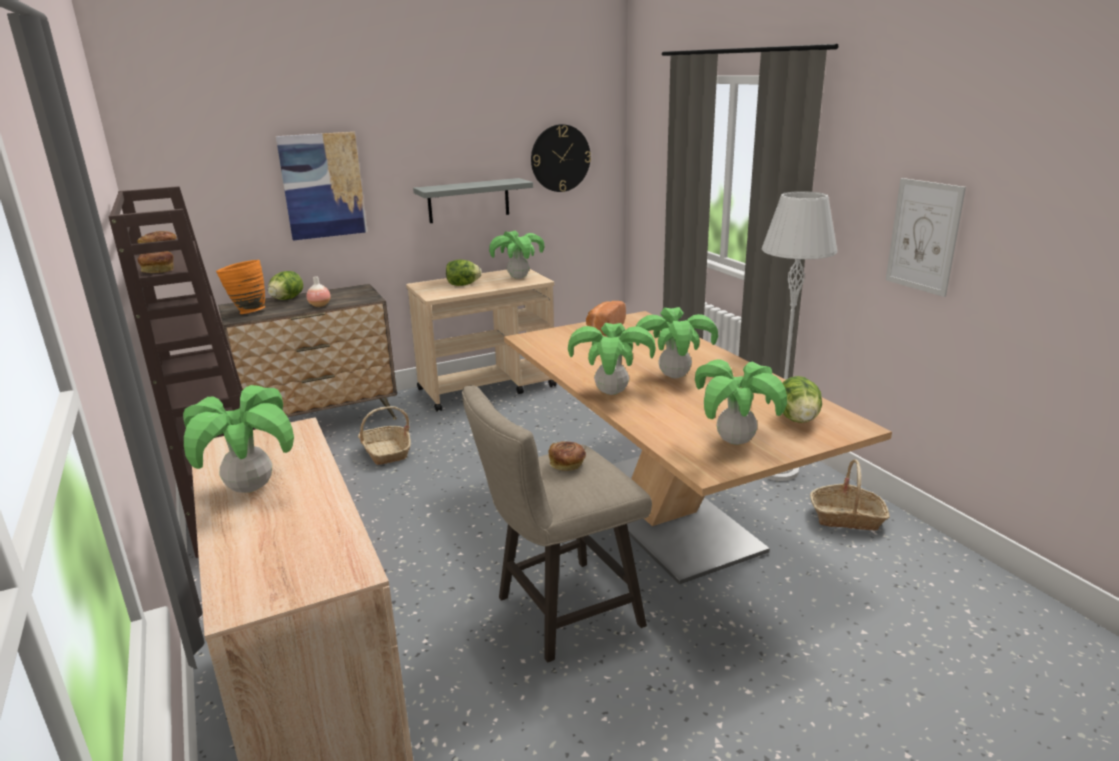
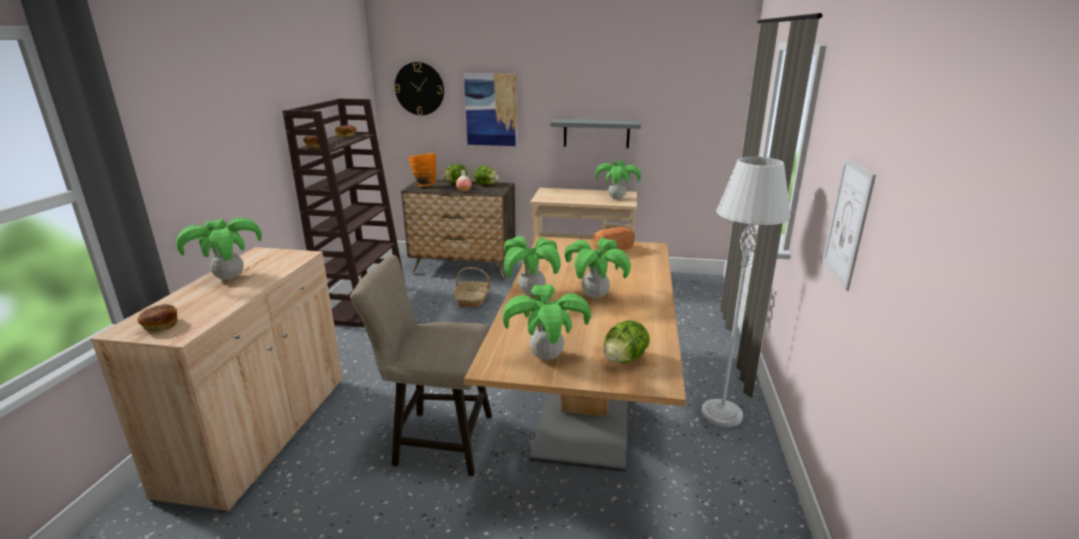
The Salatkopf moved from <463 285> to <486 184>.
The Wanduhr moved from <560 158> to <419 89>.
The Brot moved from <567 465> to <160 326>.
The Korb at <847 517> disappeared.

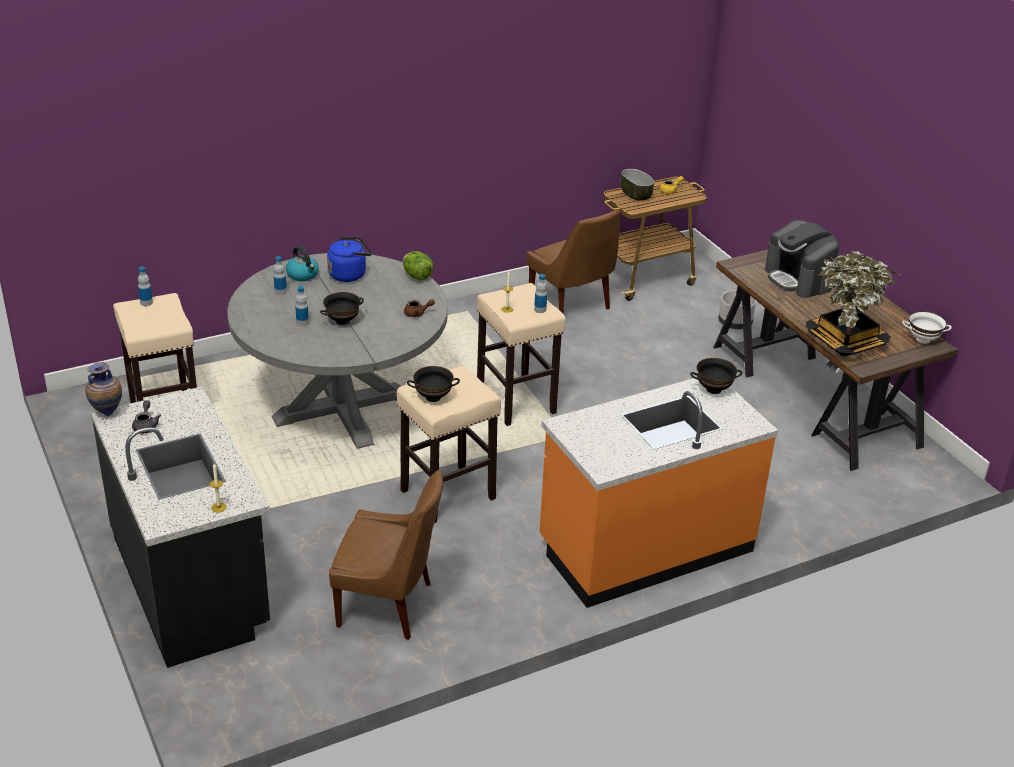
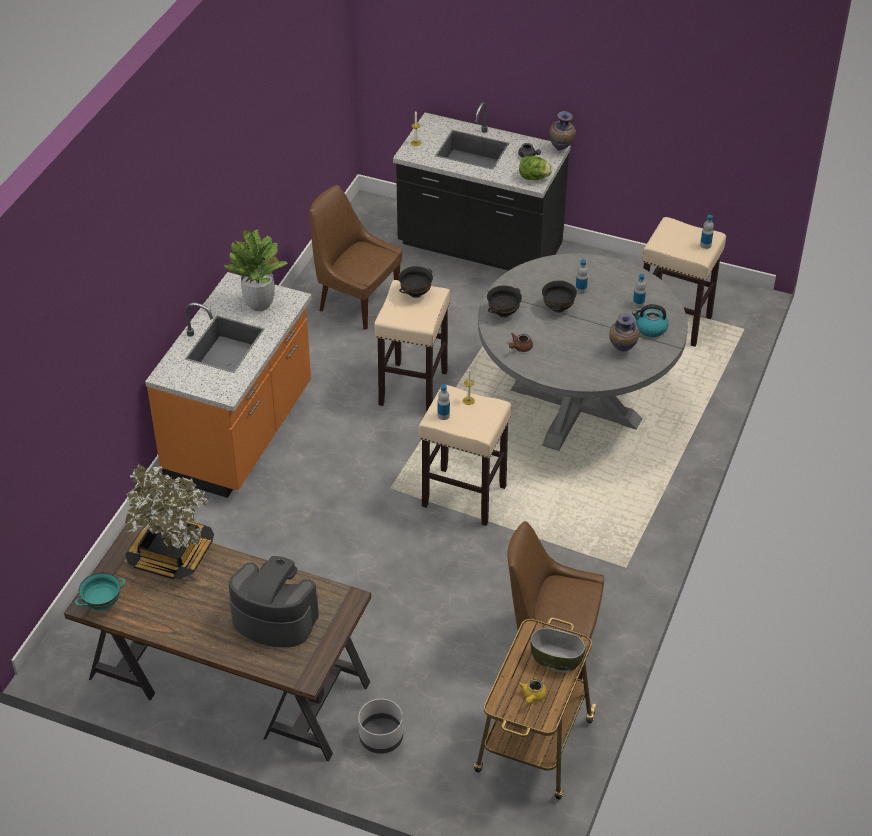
The Wasserkessel (blau) at <349 274> was replaced by the Vase at <622 351>.
The Stuhl (braun) at <388 605> turned 60 degrees clockwise.
The Salatkopf moved from <417 276> to <533 178>.
The Schüssel (schwarz) moved from <713 390> to <503 313>.
The Schüssel (weiß) at <923 340> became the Schüssel (türkis) at <103 604>.
The Topfpflanze at <260 304> appeared.

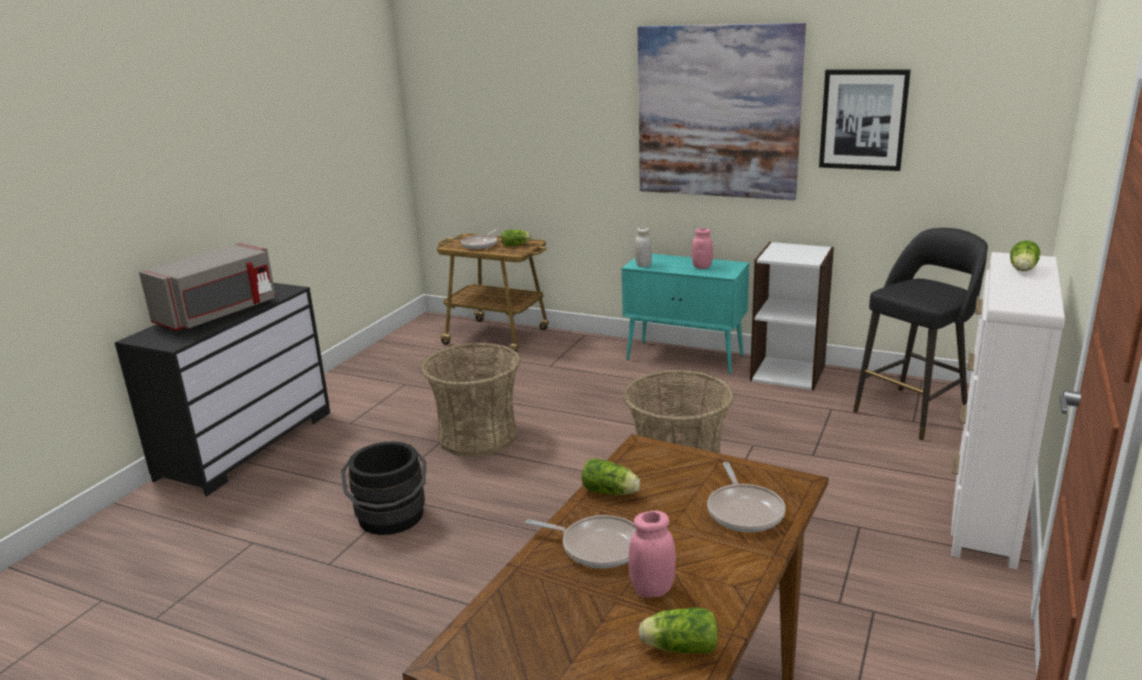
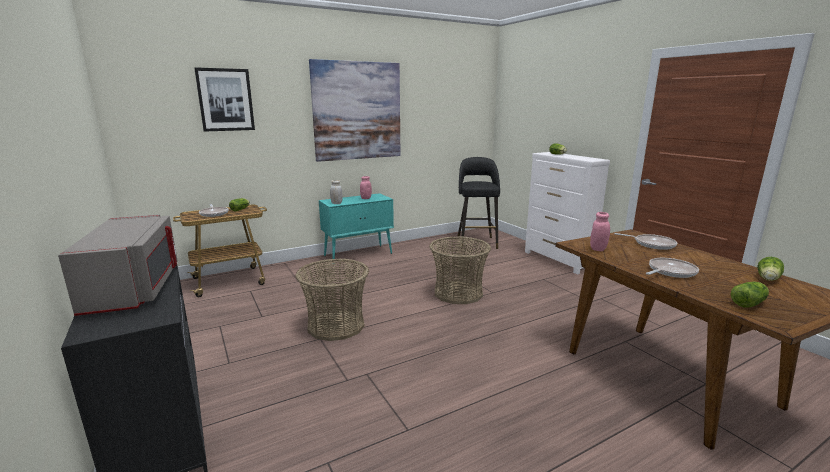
The Eimer (schwarz) at <391 520> disappeared.
The Salatkopf moved from <611 492> to <749 303>.
The Vorratsglas (rosa) moved from <652 589> to <598 249>.
The Bücherregal (weiß) at <788 372> disappeared.
The Bild moved from <863 119> to <225 100>.

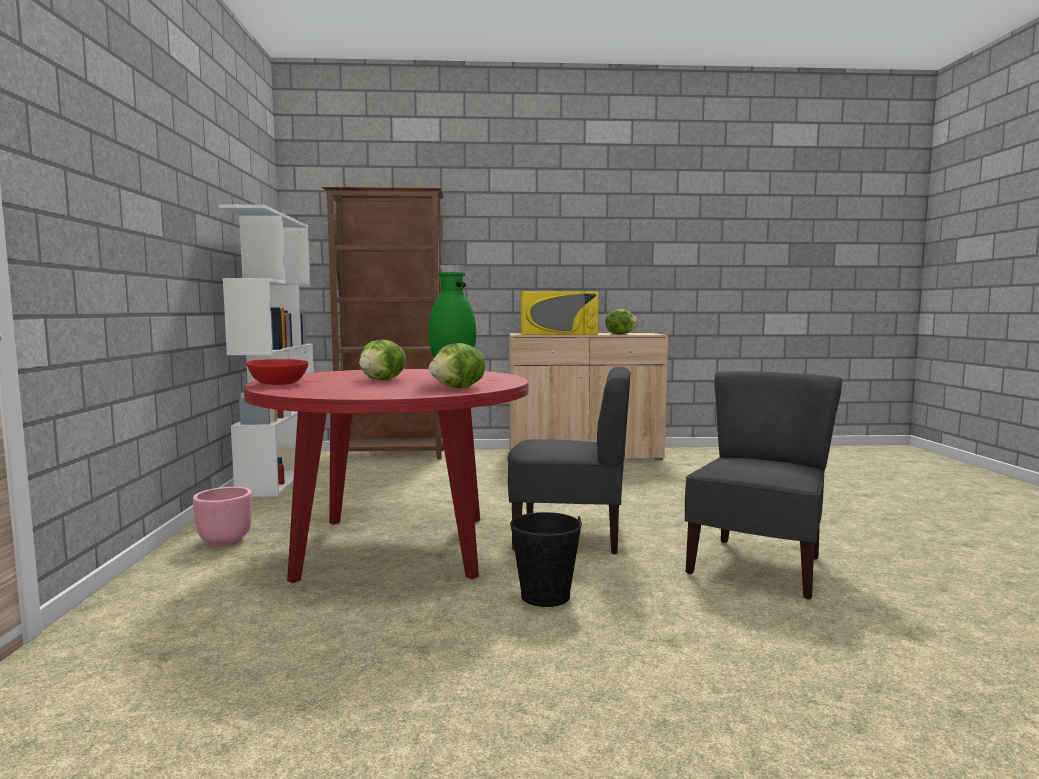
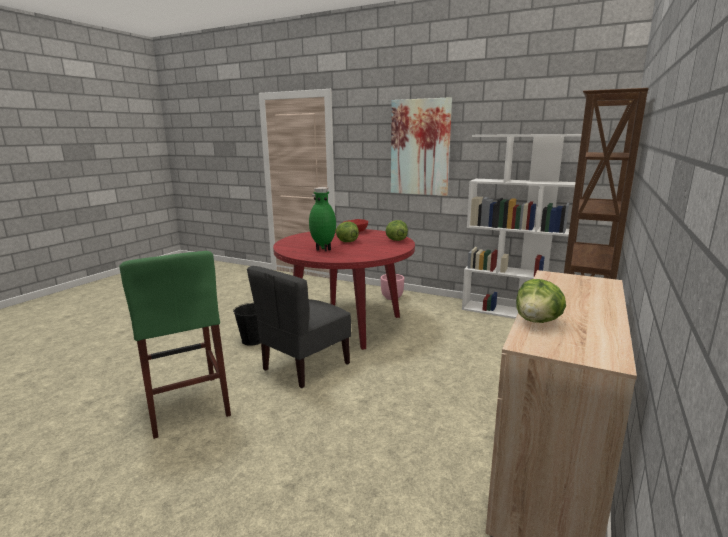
The Salatkopf moved from <459 388> to <396 240>.
The Mikrowelle (gelb) at <558 333> disappeared.
The Stuhl (grau) at <757 566> was replaced by the Hocker (grün) at <187 405>.
The Bild at <420 147> appeared.

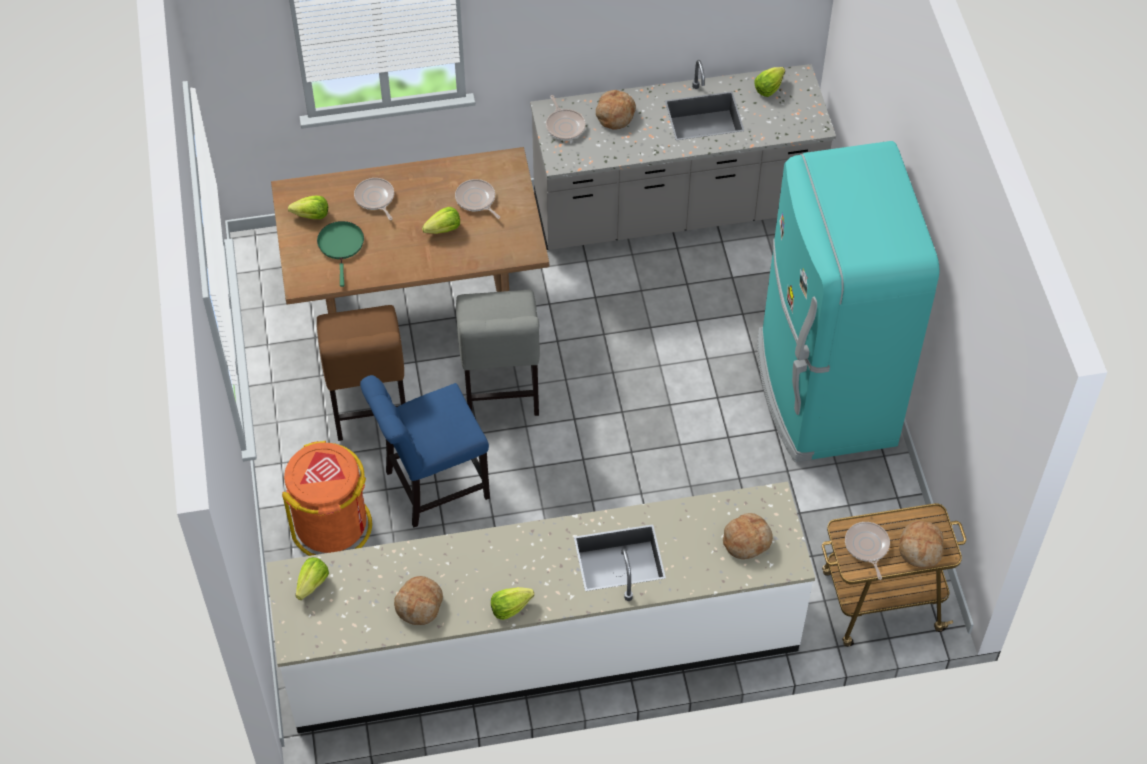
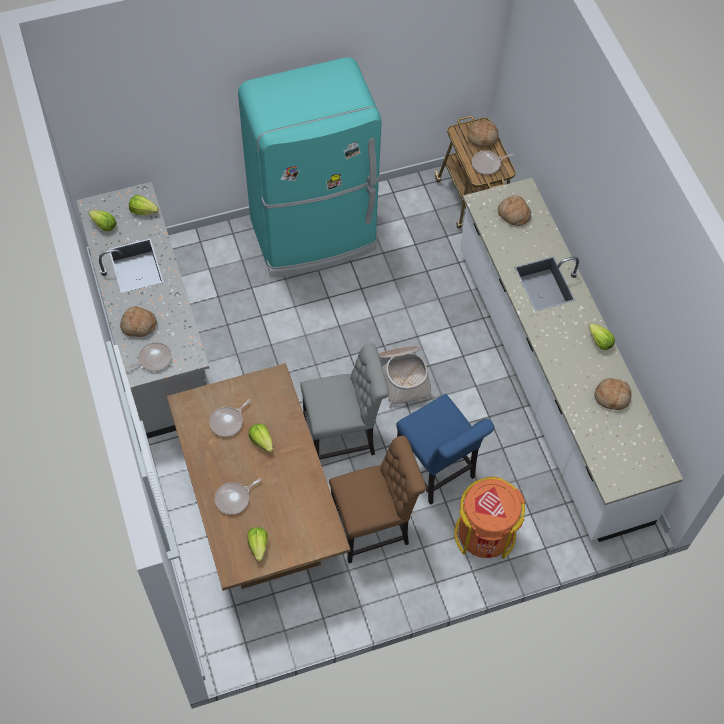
The Salatkopf moved from <312 584> to <143 211>.
The Pfanne (grün) at <341 246> disappeared.
The Korb at <403 377> appeared.

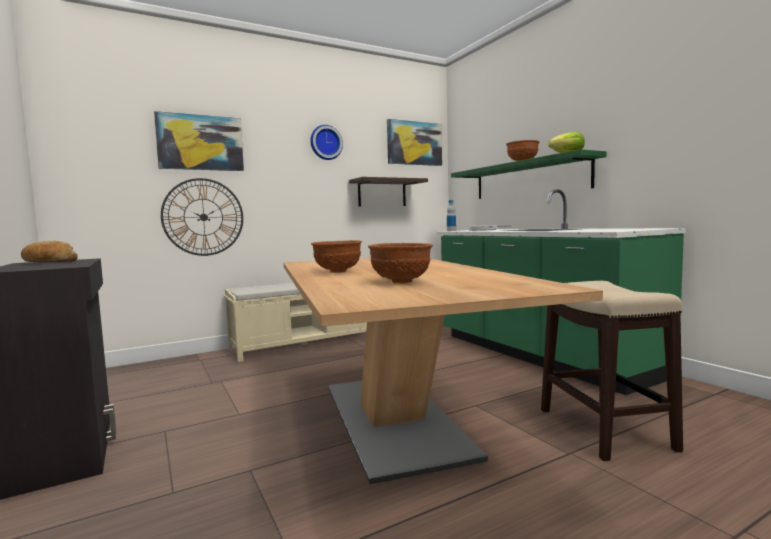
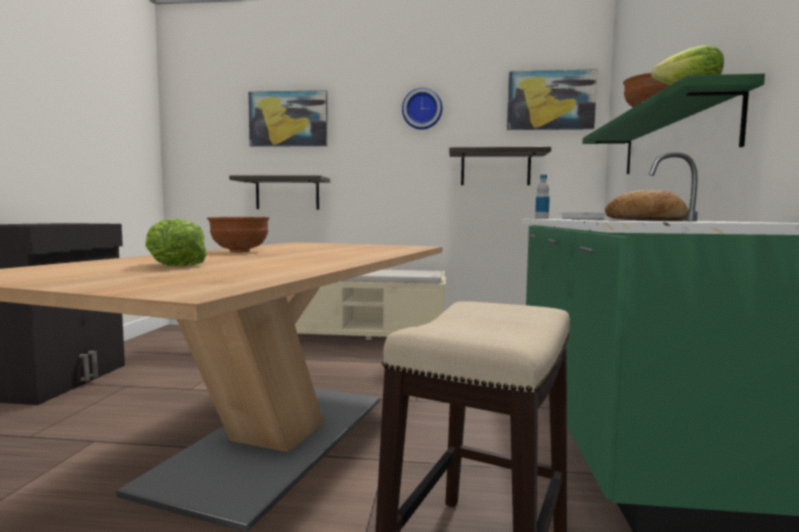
The Brot moved from <48 262> to <644 220>.
The Wanduhr at <203 217> was replaced by the Wandregal at <287 194>.
The Schüssel (braun) at <401 282> was replaced by the Salatkopf at <174 265>.

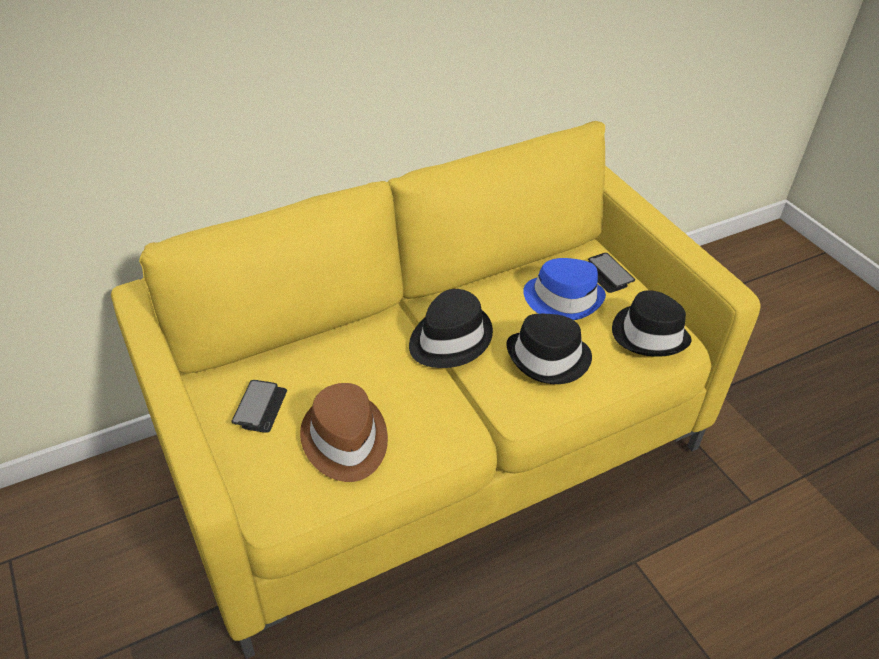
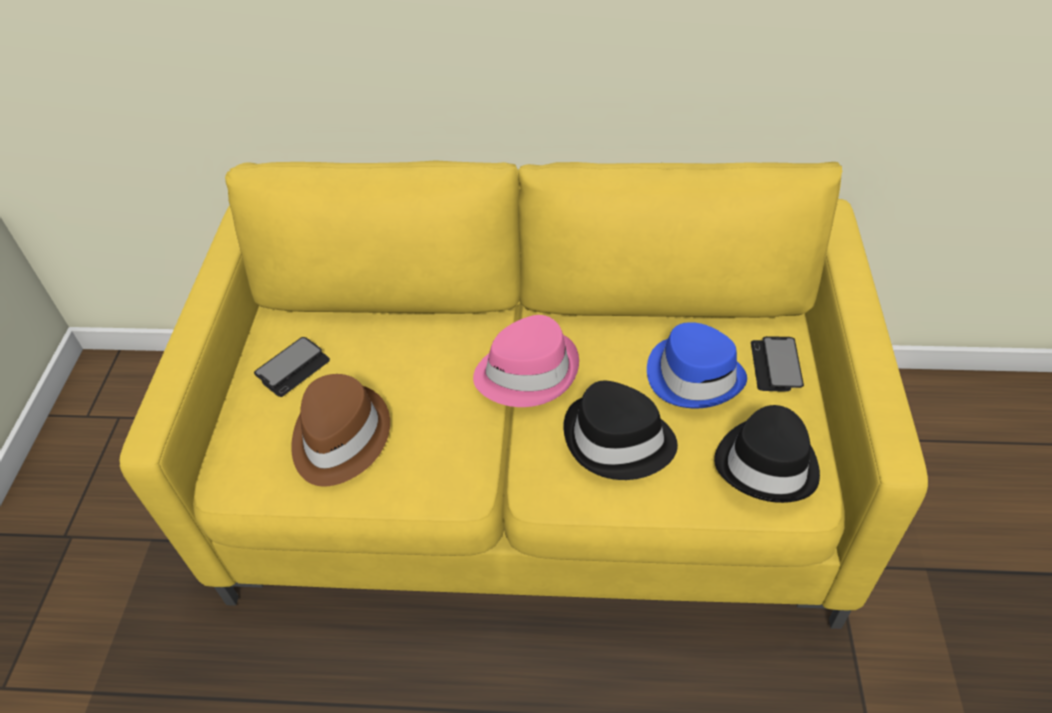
The Hut (schwarz) at <448 339> became the Hut (rosa) at <527 371>.

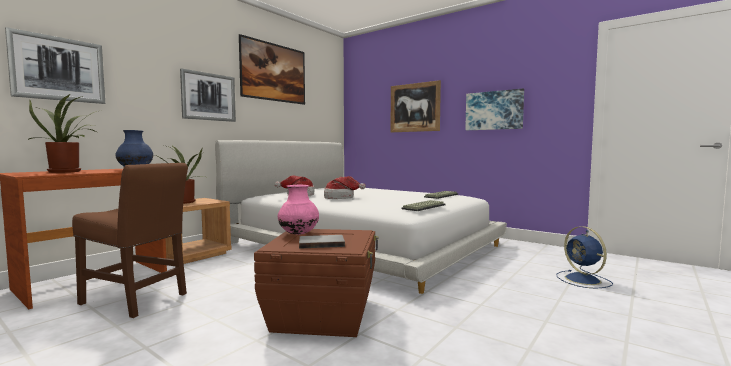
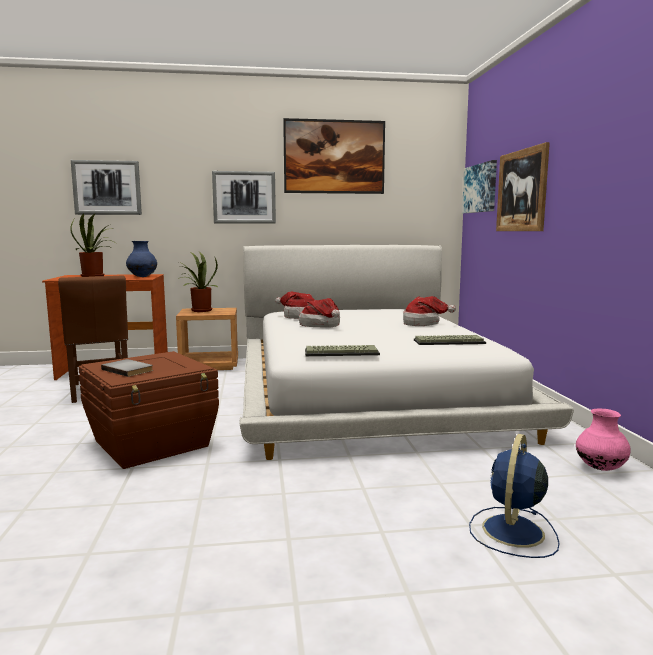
The Vase (rosa) moved from <299 234> to <600 468>.
The Bild moved from <494 110> to <480 188>.
The Hut at <423 323> appeared.

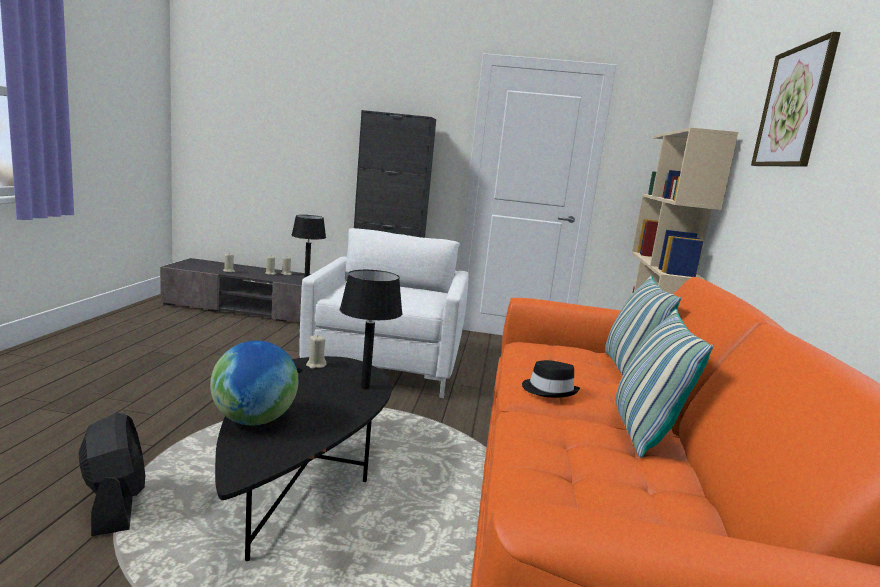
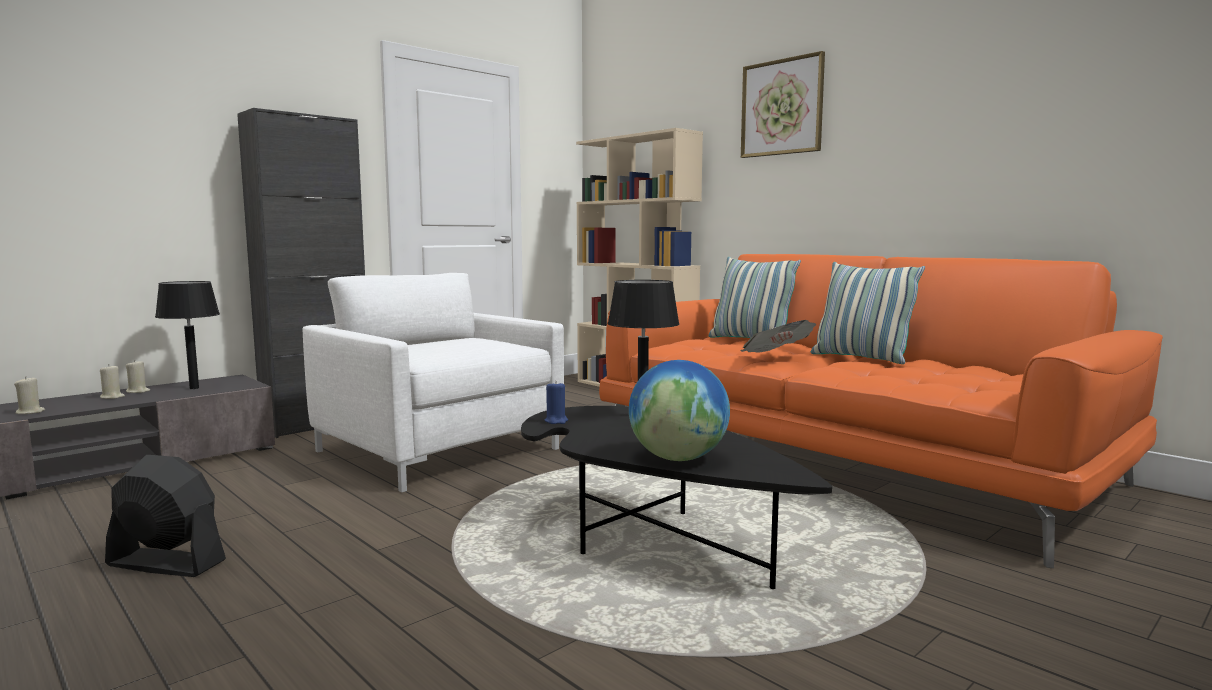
The Ventilator (schwarz) moved from <115 505> to <165 563>.
The Kerze (beige) at <315 365> became the Kerze (blau) at <556 421>.
The Hut (schwarz) at <549 390> was replaced by the Zeitung at <776 357>.

